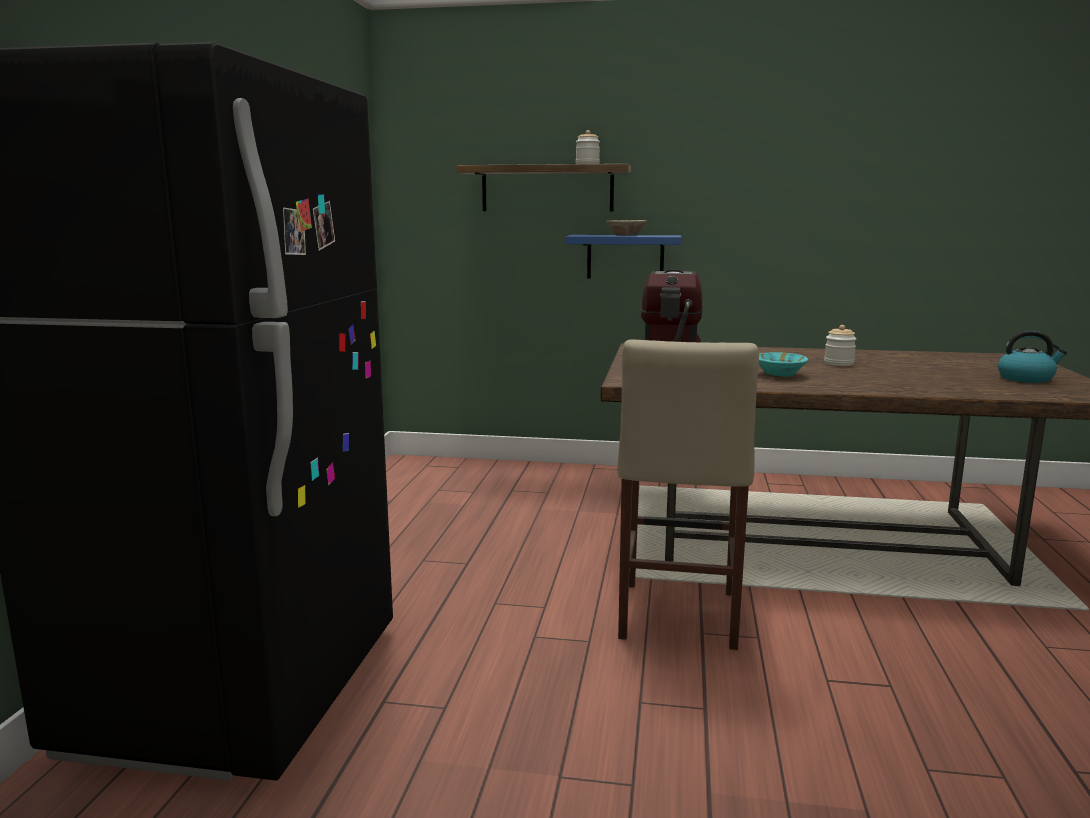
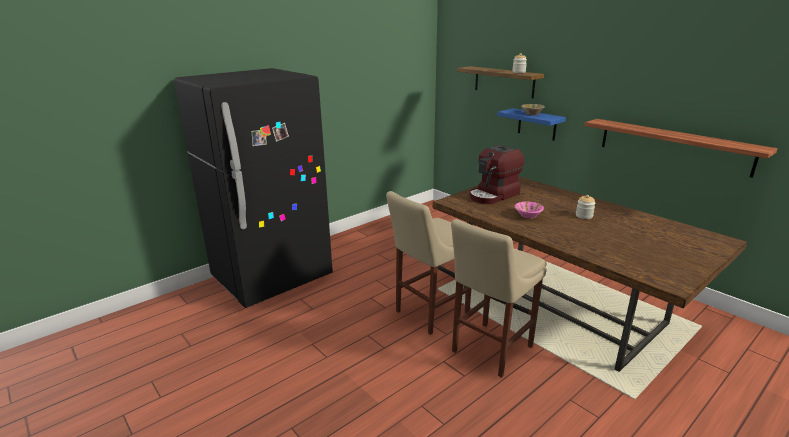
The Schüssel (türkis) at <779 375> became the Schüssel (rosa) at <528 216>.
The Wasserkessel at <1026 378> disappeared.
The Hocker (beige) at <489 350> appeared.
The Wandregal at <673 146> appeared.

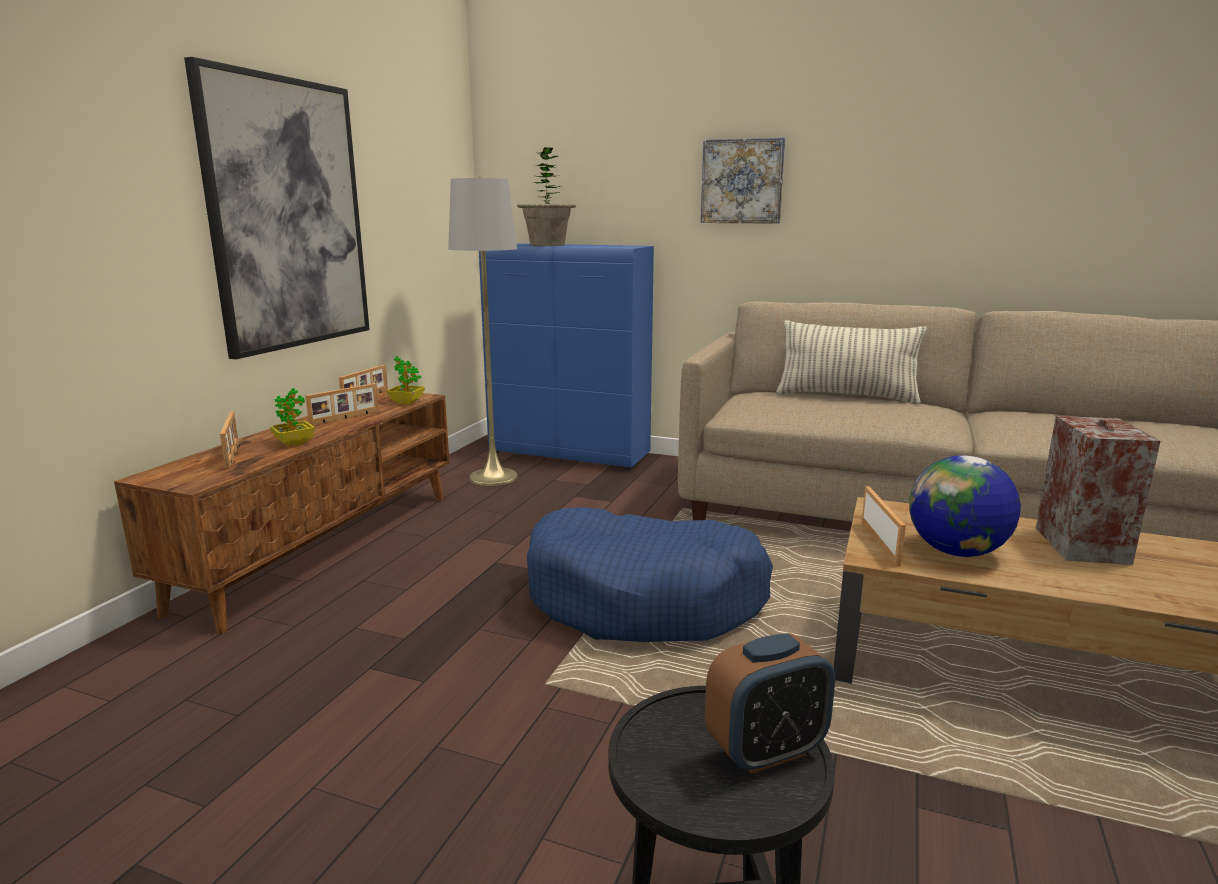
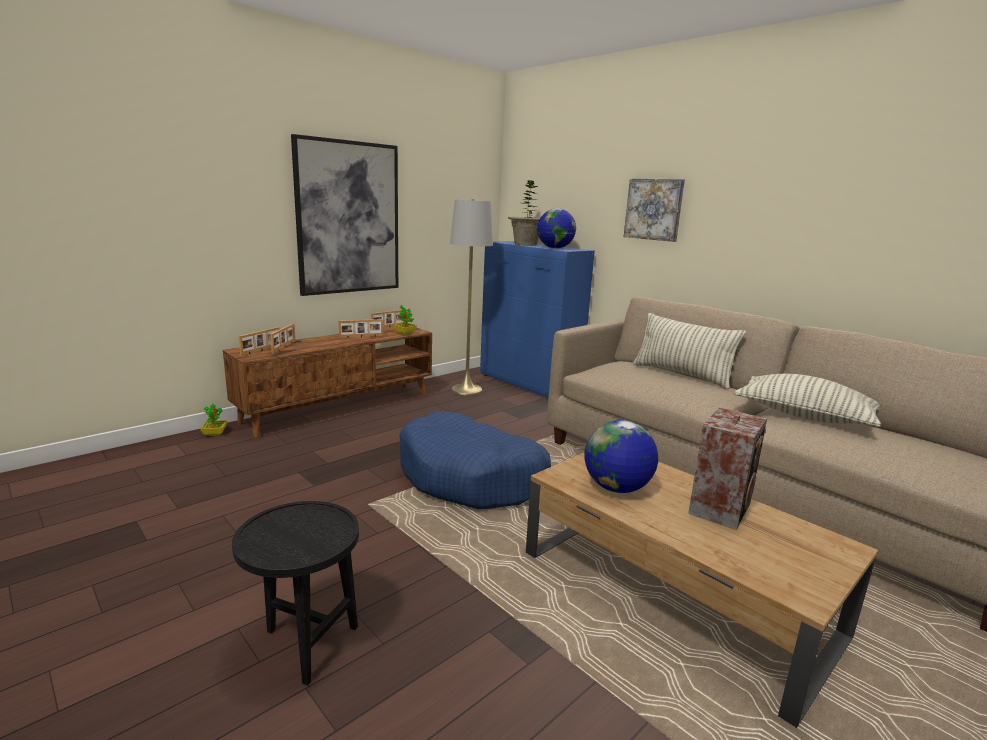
The Topfpflanze moved from <294 443> to <215 434>.
The Wecker at <766 751> disappeared.
The Bilderrahmen moved from <881 543> to <261 350>.
The Globus at <555 248> appeared.
The Kissen at <804 416> appeared.

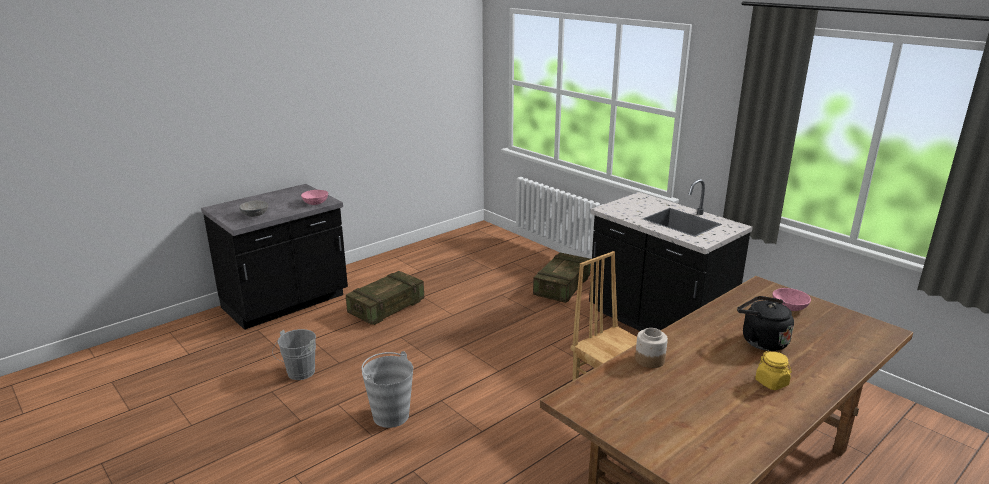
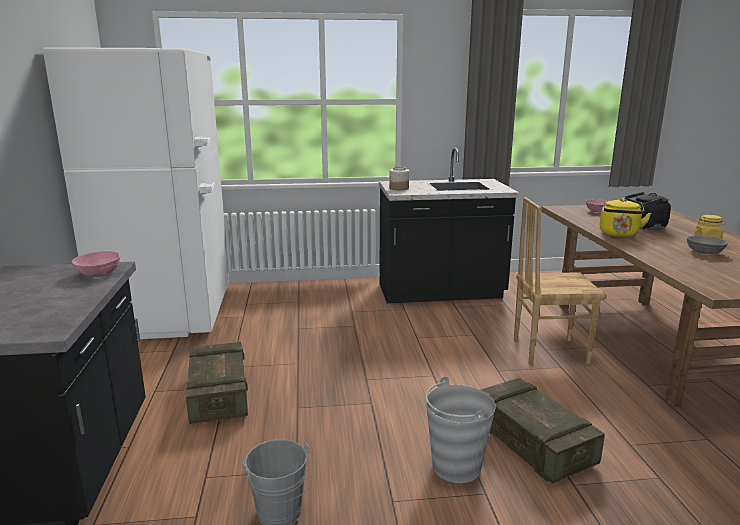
The Schüssel (grau) moved from <254 214> to <704 252>.
The Kiste moved from <562 287> to <532 444>.
The Vorratsglas moved from <649 360> to <398 188>.
The Kühlschrank (weiß) at <171 312> appeared.
The Wasserkessel (gelb) at <619 234> appeared.

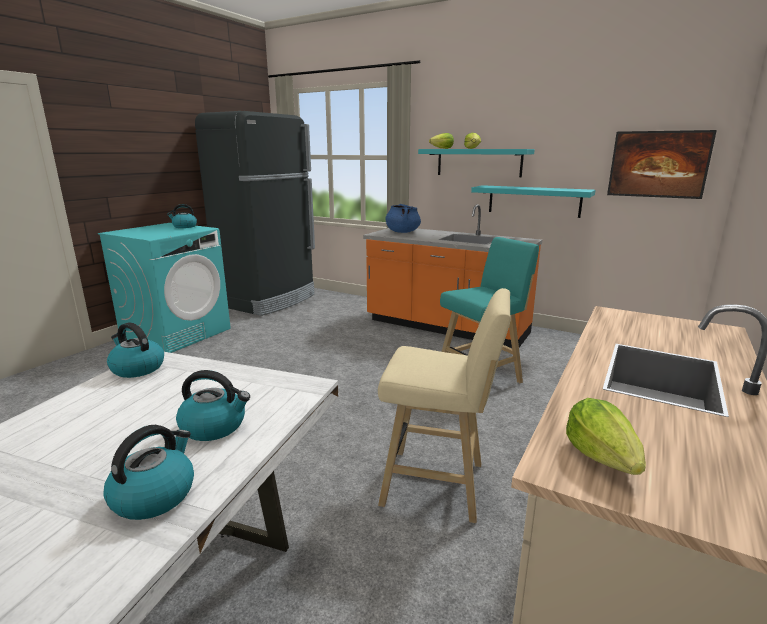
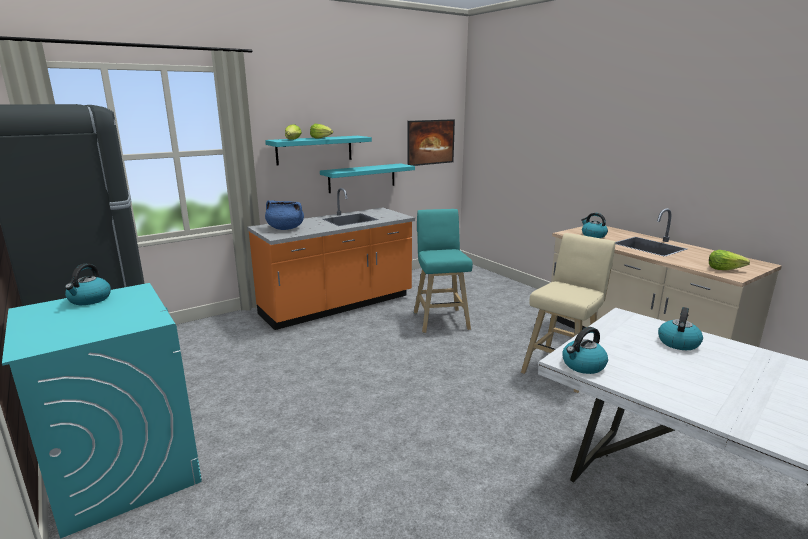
The Wasserkessel moved from <154 495> to <593 235>.

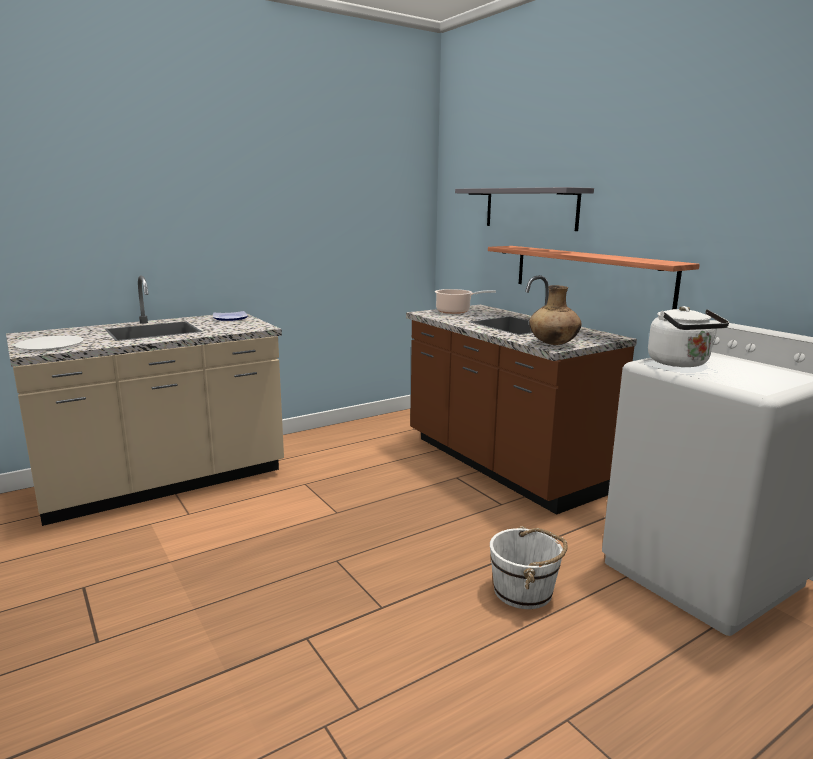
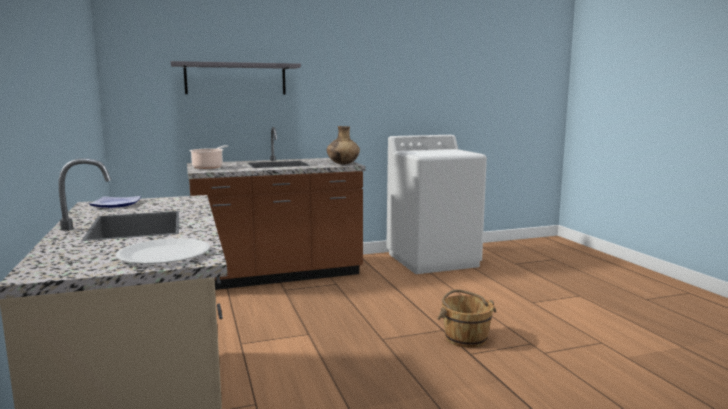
The Wandregal at <589 274> disappeared.
The Eimer (weiß) at <524 591> disappeared.
The Wasserkessel (weiß) at <681 363> disappeared.
The Eimer (braun) at <465 338> appeared.

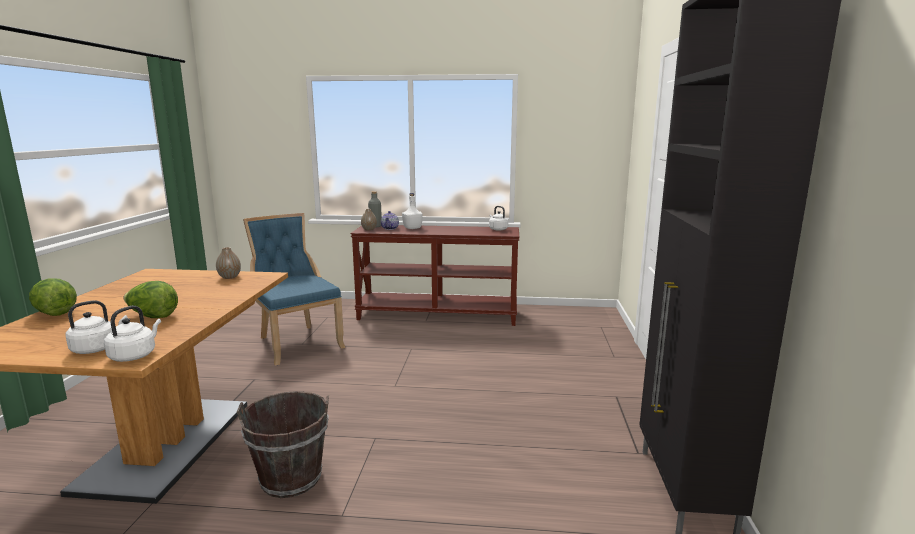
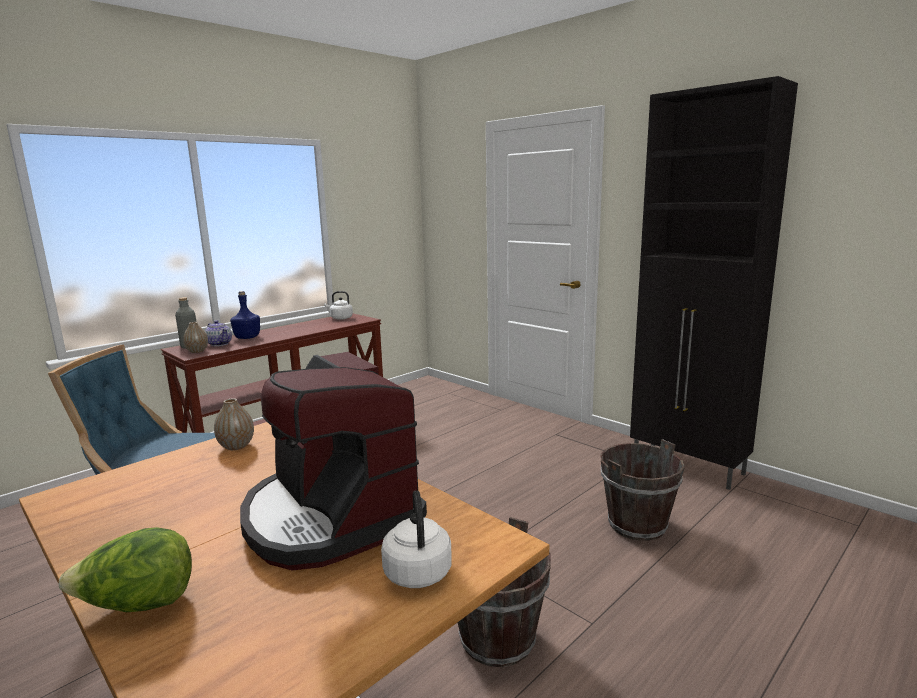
The Wasserkessel (weiß) at <135 355> disappeared.
The Salatkopf at <152 317> was replaced by the Kaffeemaschine at <330 516>.
The Flasche (weiß) at <412 228> became the Flasche (blau) at <247 337>.
The Eimer (braun) at <636 524> appeared.

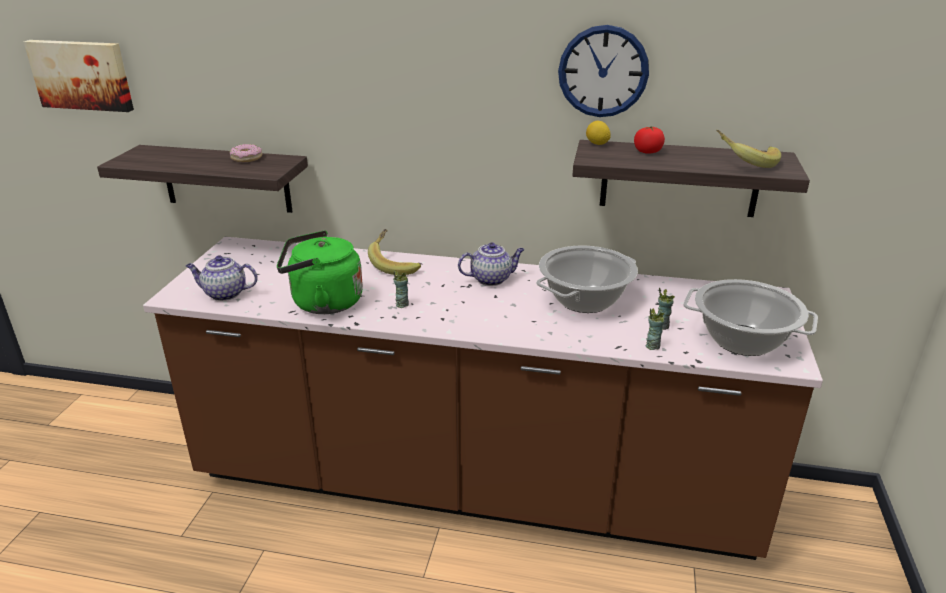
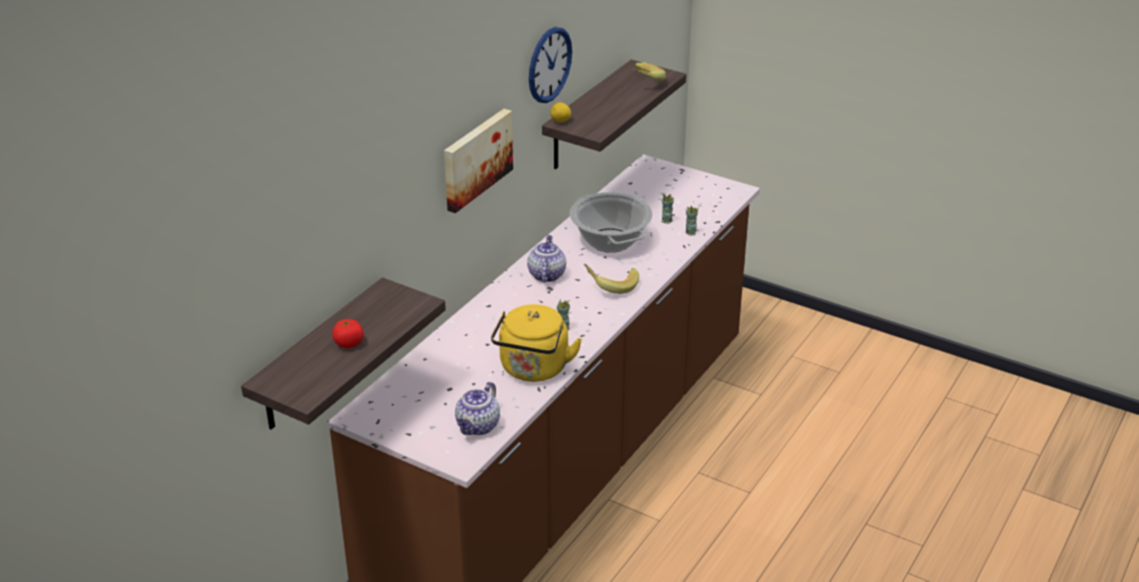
The Bild moved from <82 75> to <475 158>.
The Donut at <246 158> disappeared.
The Wasserkessel (grün) at <322 303> became the Wasserkessel (gelb) at <533 370>.
The Banane moved from <395 265> to <611 285>.
The Tomate moved from <648 151> to <349 343>.
The Kochtopf at <742 340> disappeared.

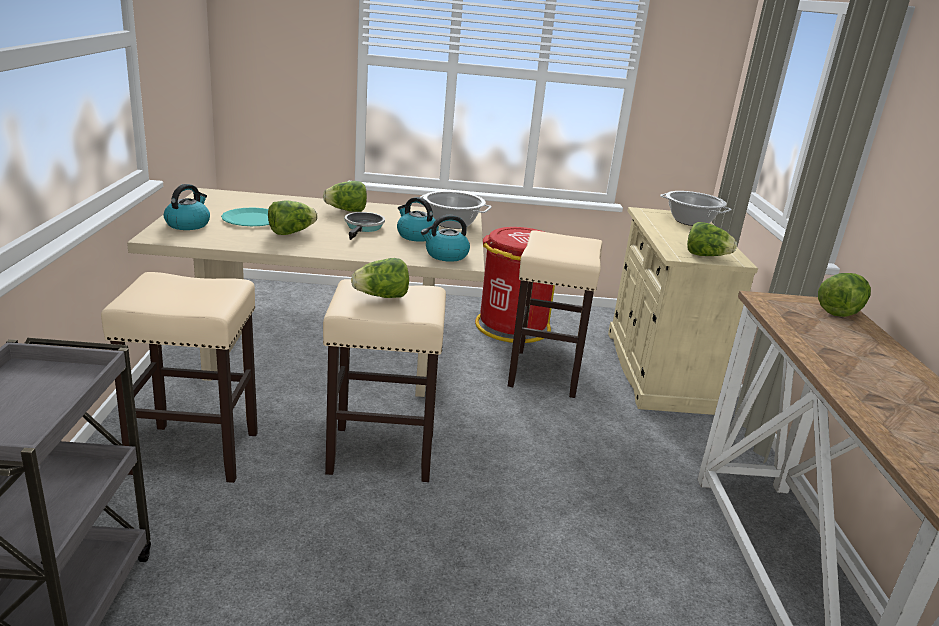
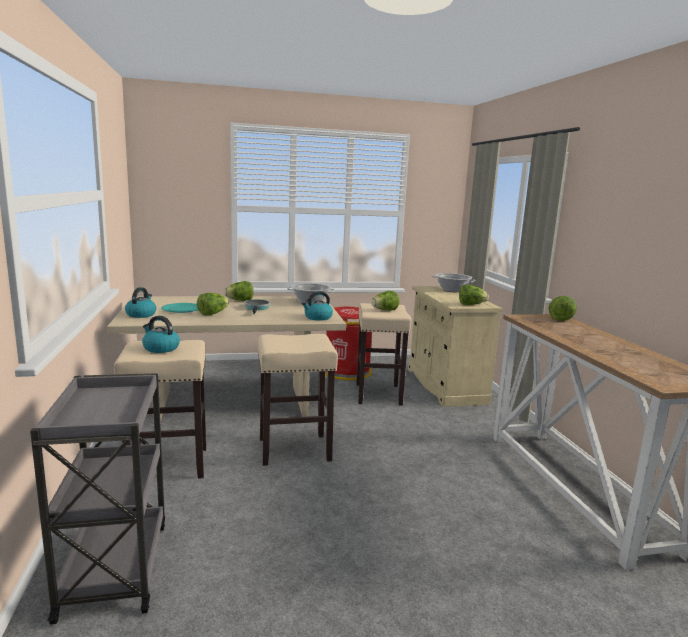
The Salatkopf moved from <381 297> to <384 310>.
The Wasserkessel moved from <416 236> to <160 348>.

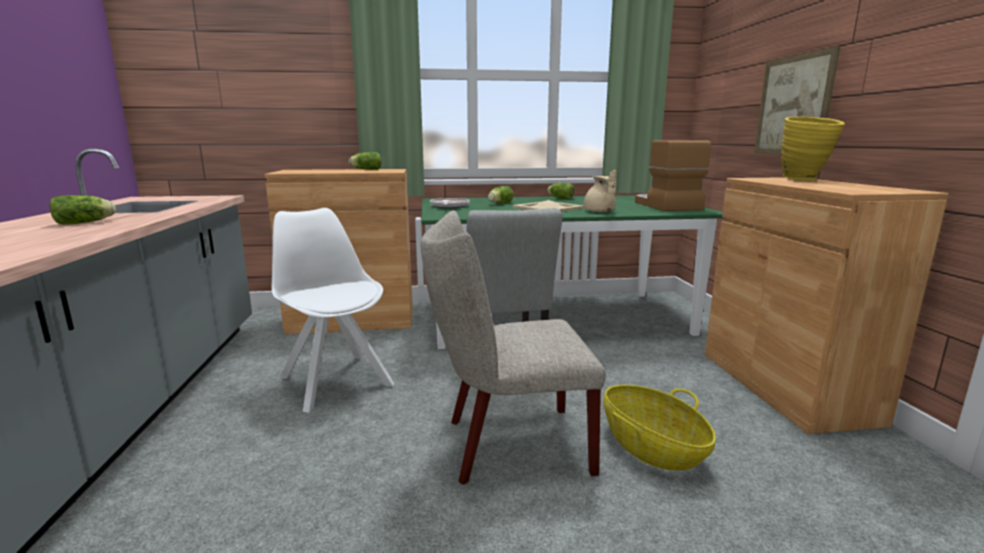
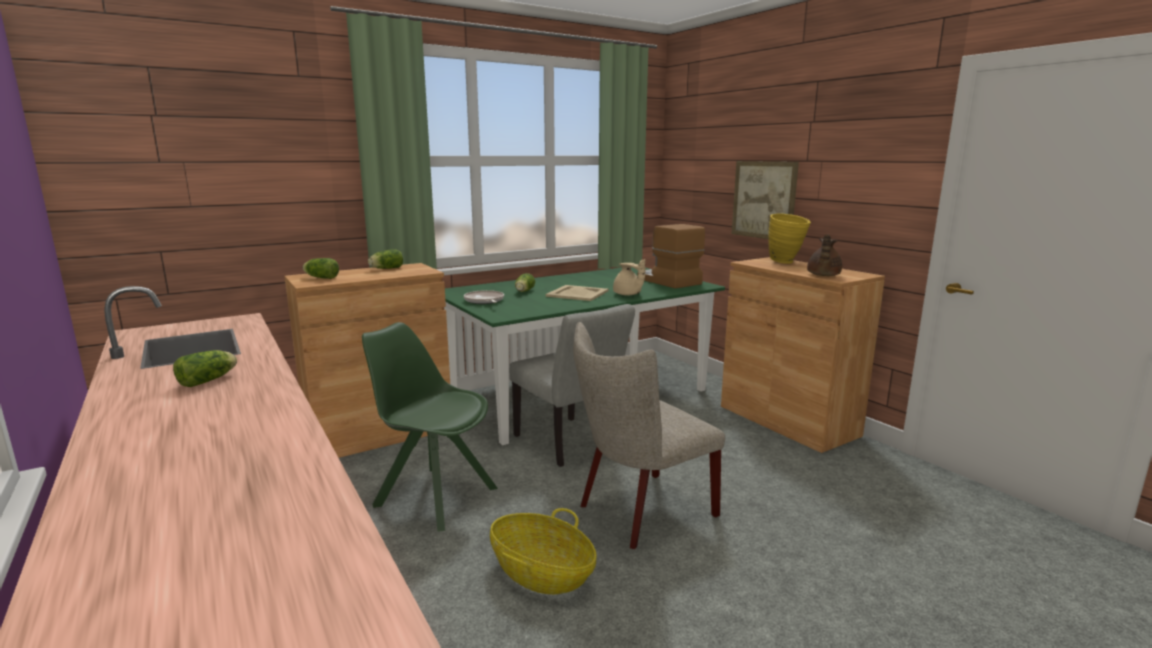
The Stuhl (weiß) at <335 379> became the Stuhl (grün) at <433 496>.
The Salatkopf moved from <559 198> to <320 277>.
The Korb moved from <651 447> to <541 573>.
The Teekanne (braun) at <822 275> appeared.

